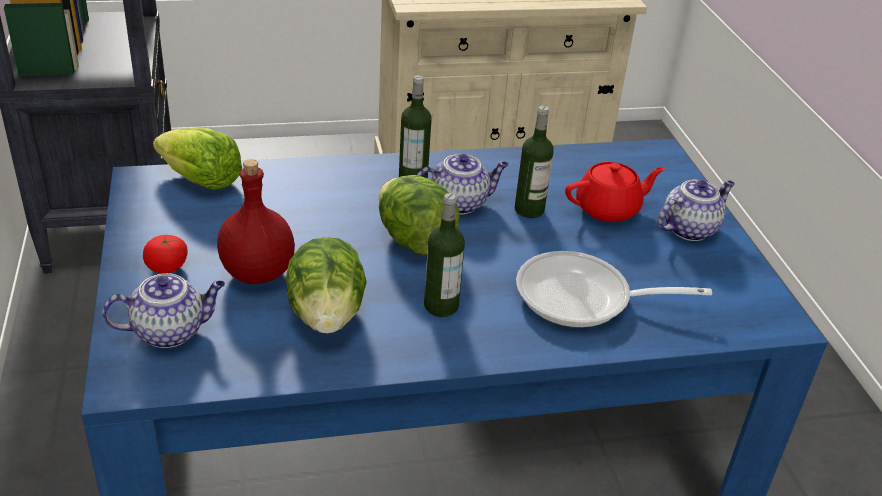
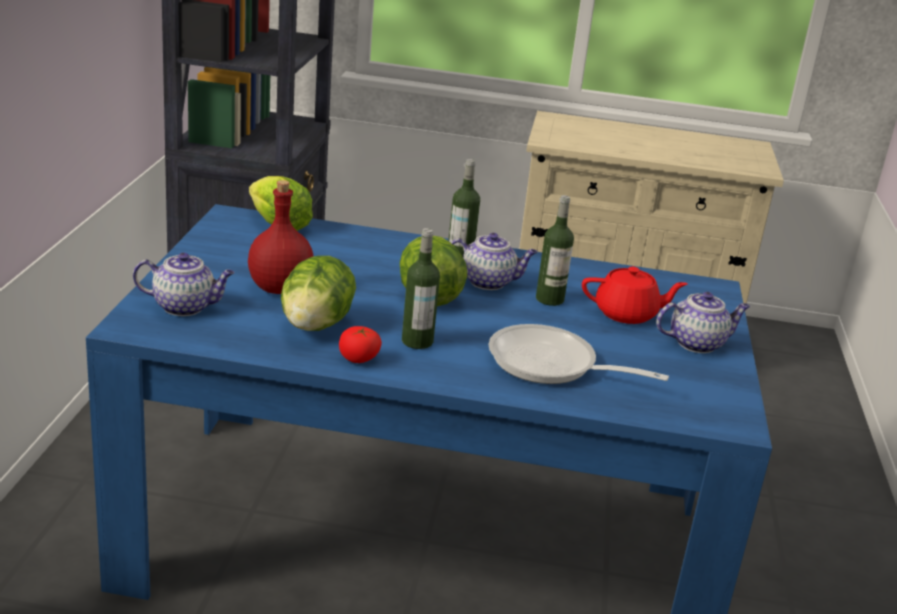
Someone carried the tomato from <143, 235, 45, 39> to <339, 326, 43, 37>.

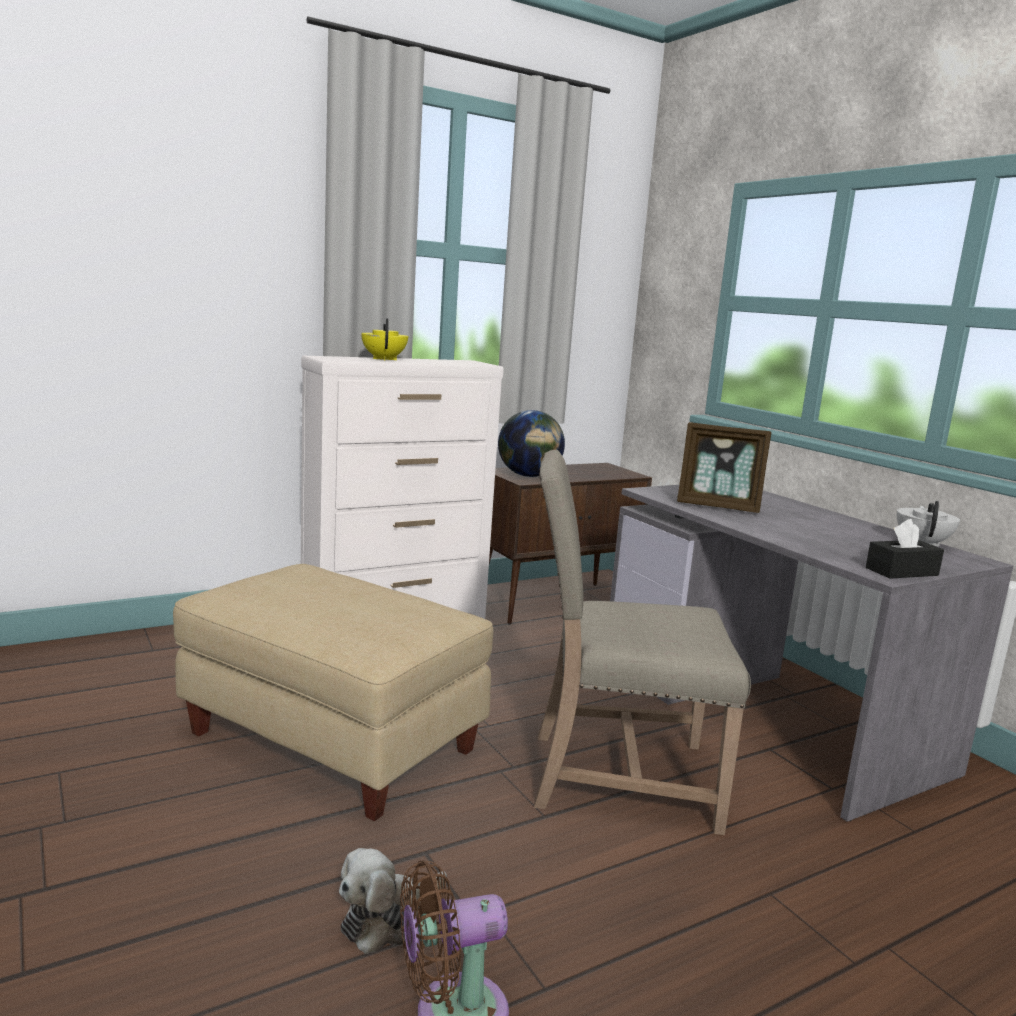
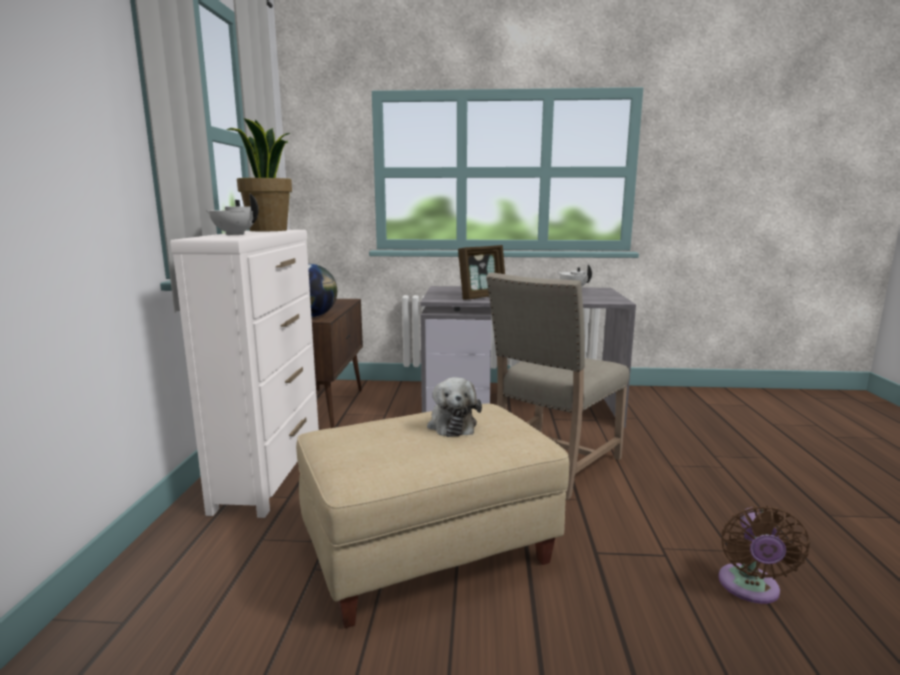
Someone carried the plush toy from <339, 848, 108, 106> to <427, 377, 55, 60>.
Someone repainted the yellow teapot at <361, 318, 47, 42>, which became the white teapot at <206, 194, 52, 41>.
Someone took away the black tissue box at <866, 519, 78, 60>.
Someone put down the potted plant at <226, 118, 66, 113>.

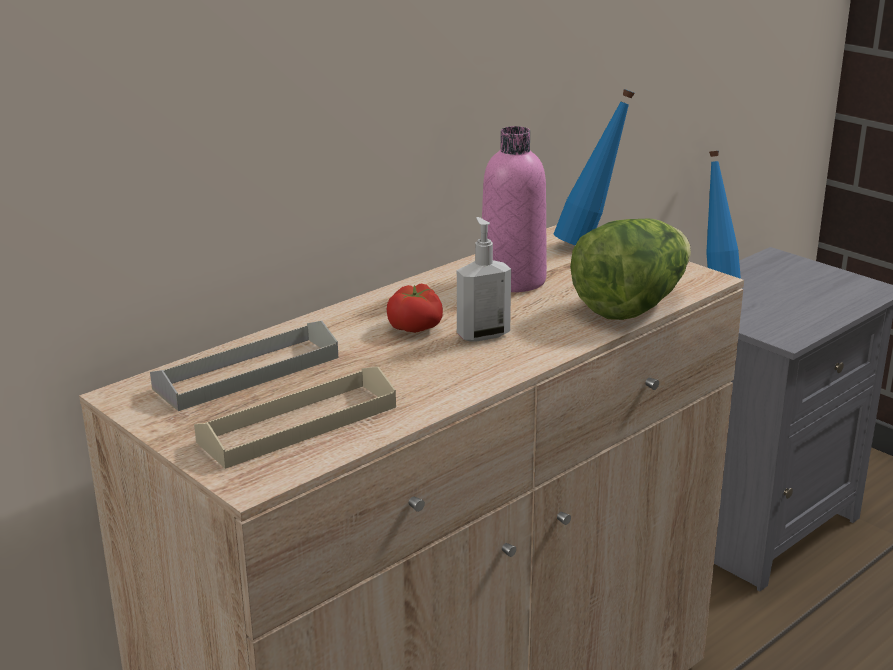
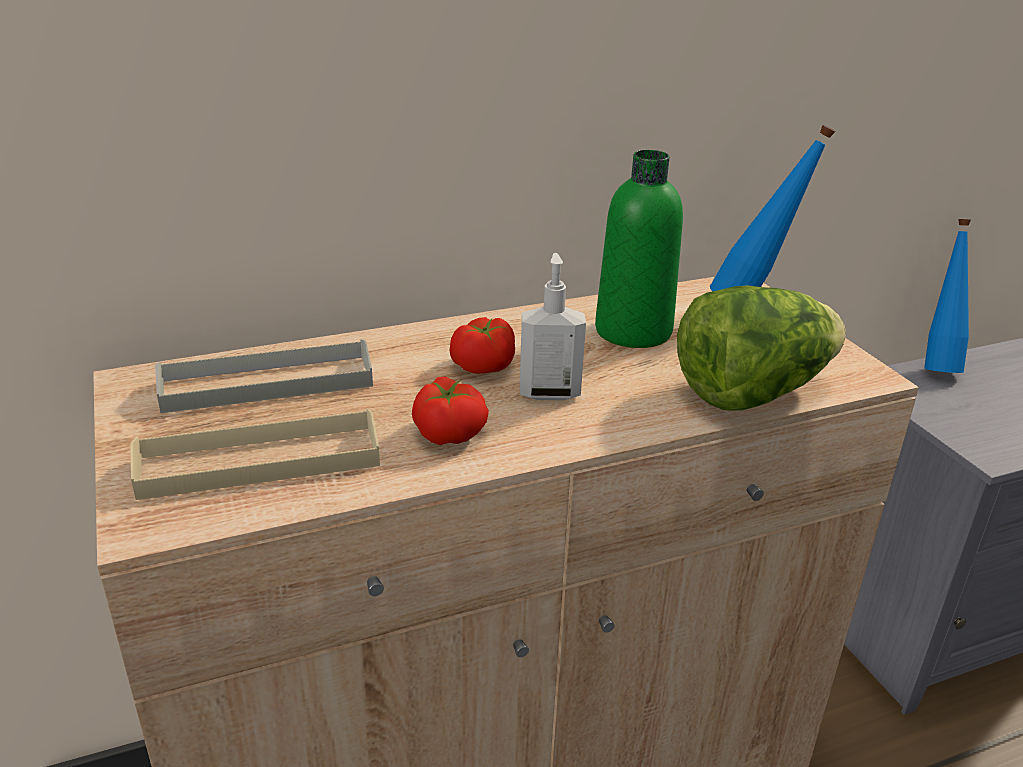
Someone repainted the pink bottle at <482, 126, 65, 166>, which became the green bottle at <595, 150, 88, 198>.
Someone put down the tomato at <412, 376, 77, 69>.

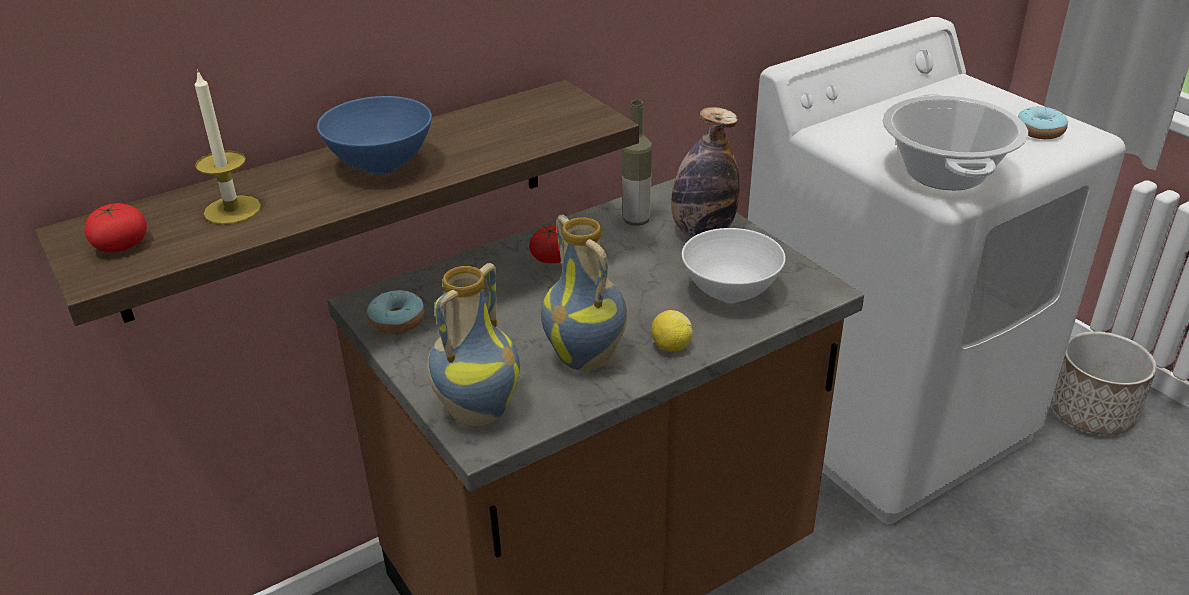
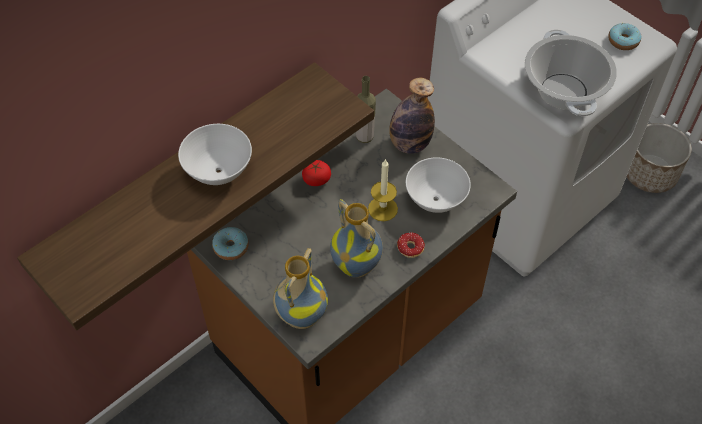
Someone took away the tomato at <84, 203, 63, 49>.
Someone carried the candle from <195, 69, 66, 156> to <368, 159, 30, 62>.
Someone repainted the blue bowl at <317, 96, 115, 79>, which became the white bowl at <178, 124, 74, 61>.
Someone swapped the lemon at <651, 310, 42, 42> for the donut at <397, 233, 28, 25>.

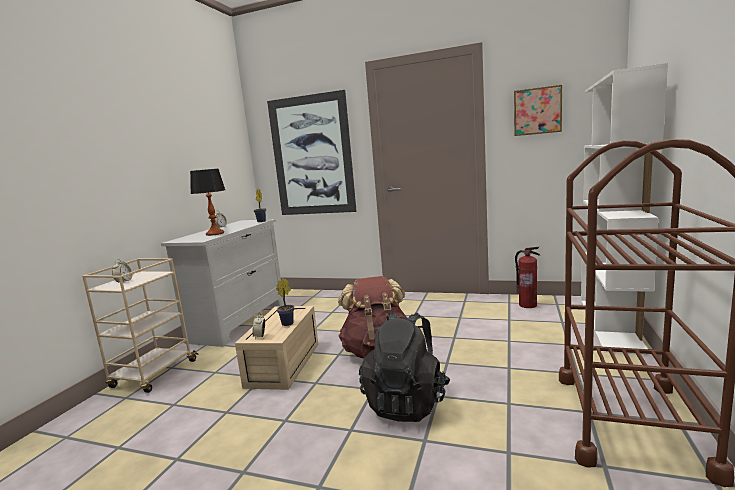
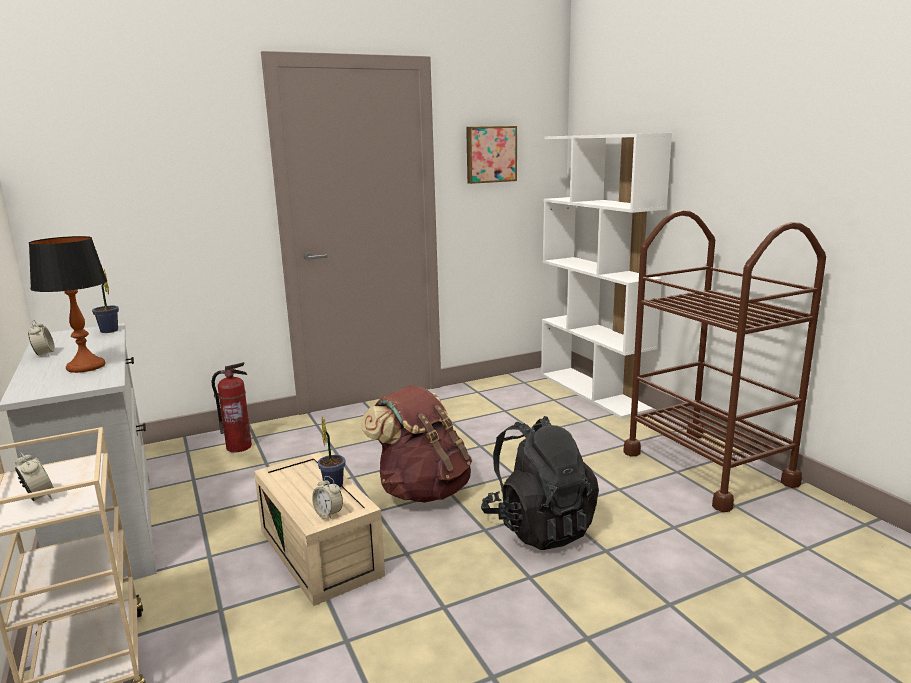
Someone took away the picture at <267, 90, 90, 125>.
Someone carried the fire extinguisher from <515, 247, 25, 61> to <212, 362, 40, 90>.

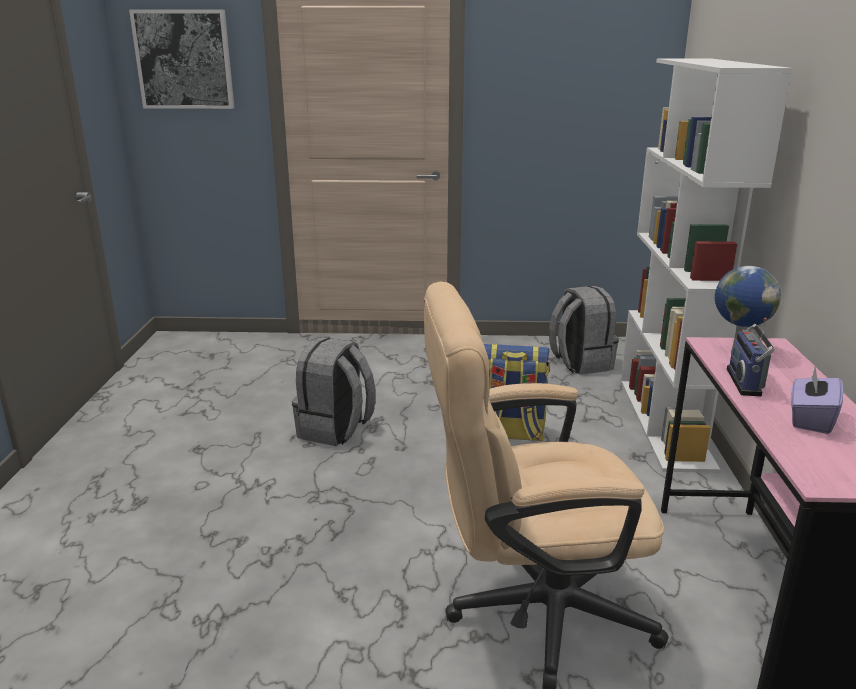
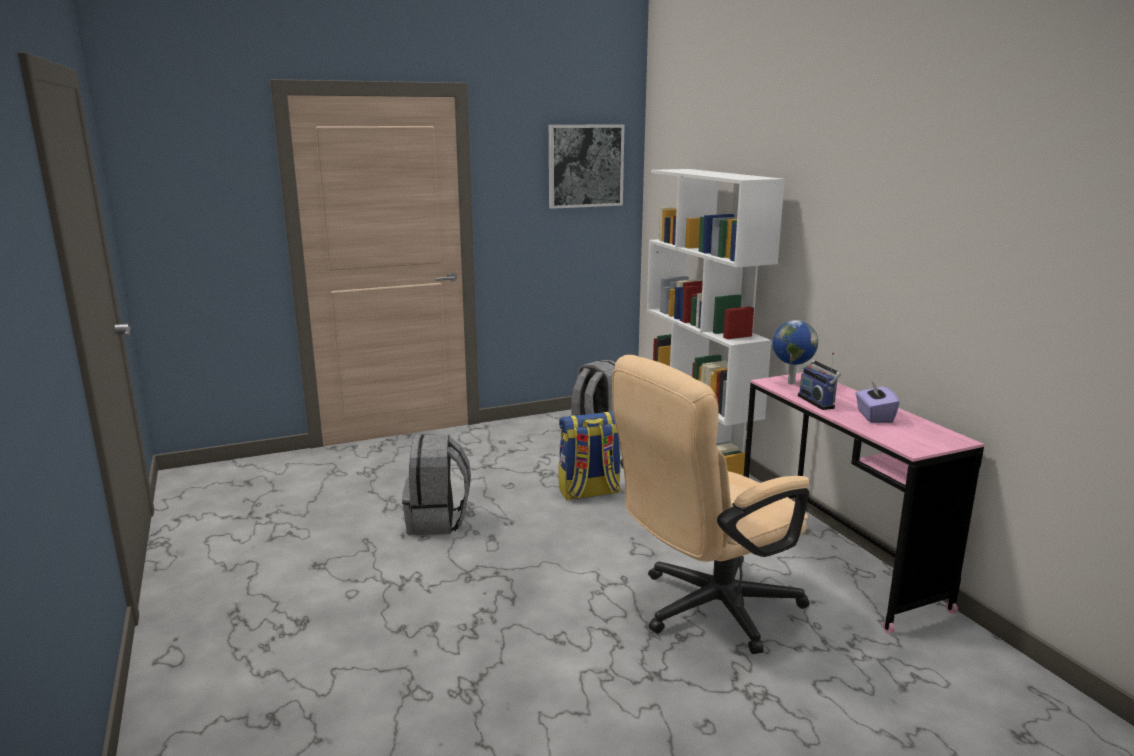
Someone carried the picture from <129, 10, 105, 99> to <549, 125, 76, 84>.

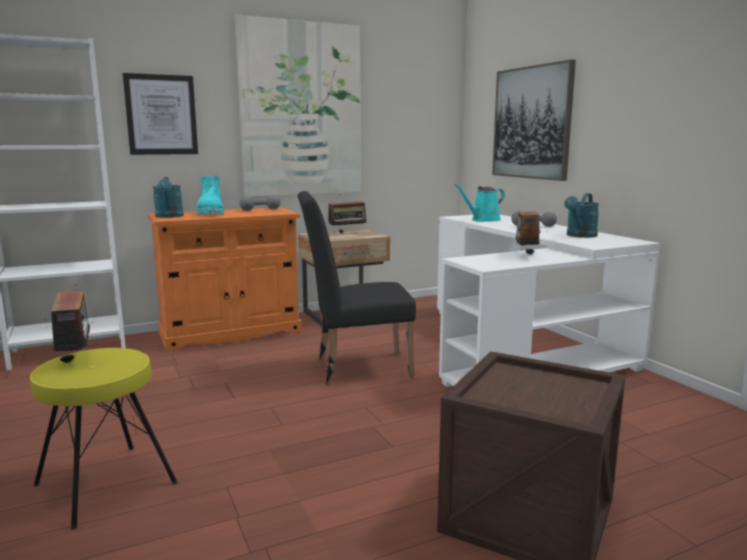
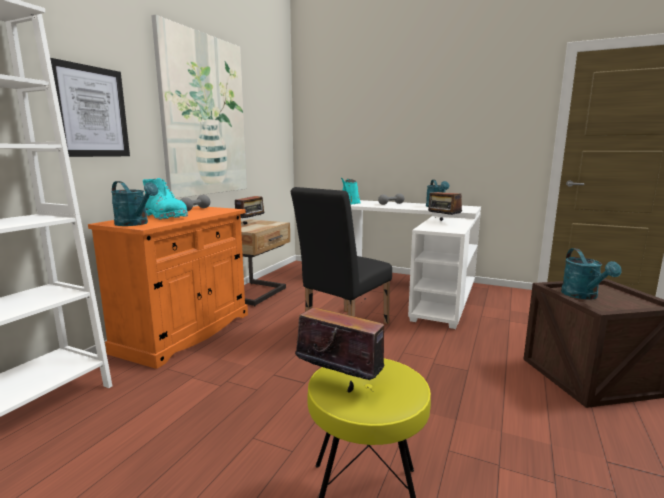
Someone took away the picture at <492, 59, 84, 122>.
Someone put down the turquoise watering can at <561, 248, 61, 52>.

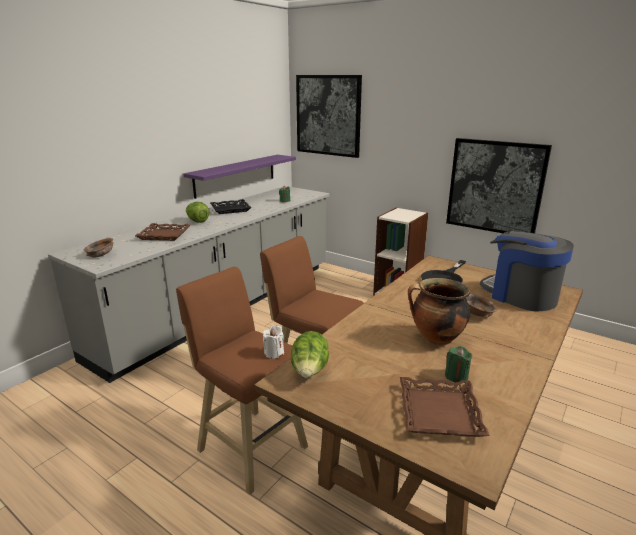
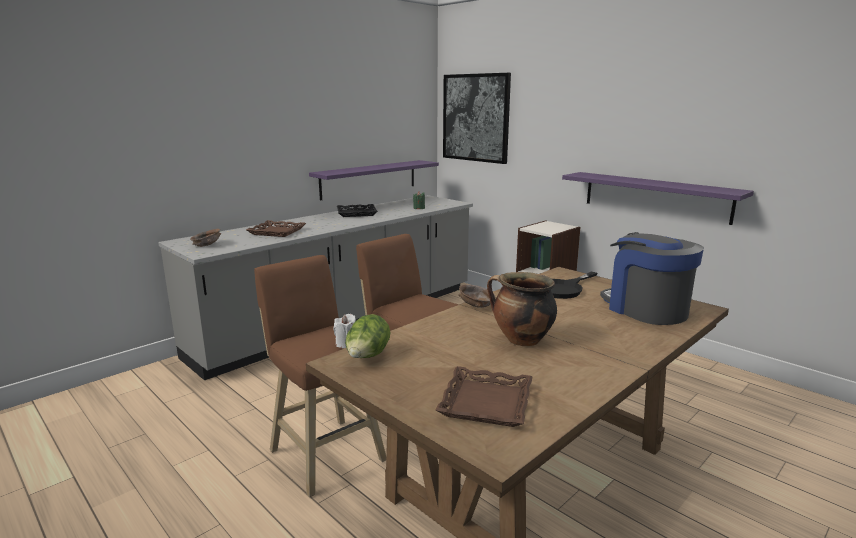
Someone took away the lettuce at <186, 202, 23, 21>.
Someone took away the green candle at <445, 346, 28, 36>.
Someone swapped the picture at <446, 138, 106, 95> for the purple shelf at <562, 172, 192, 53>.
Someone carried the brown bowl from <466, 294, 31, 24> to <458, 285, 38, 23>.

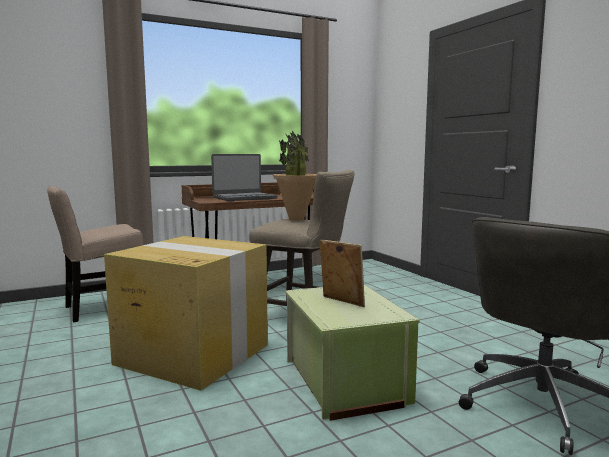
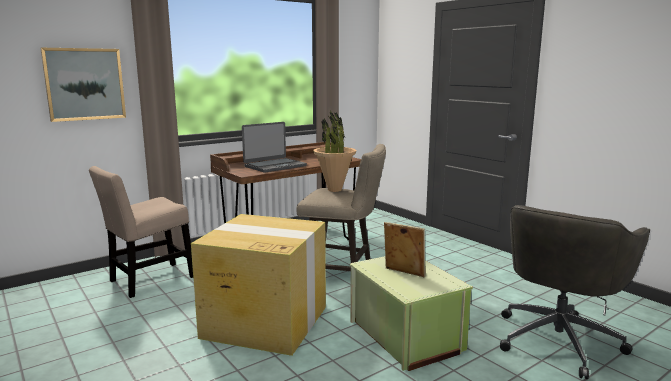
Someone put up the picture at <40, 48, 86, 74>.

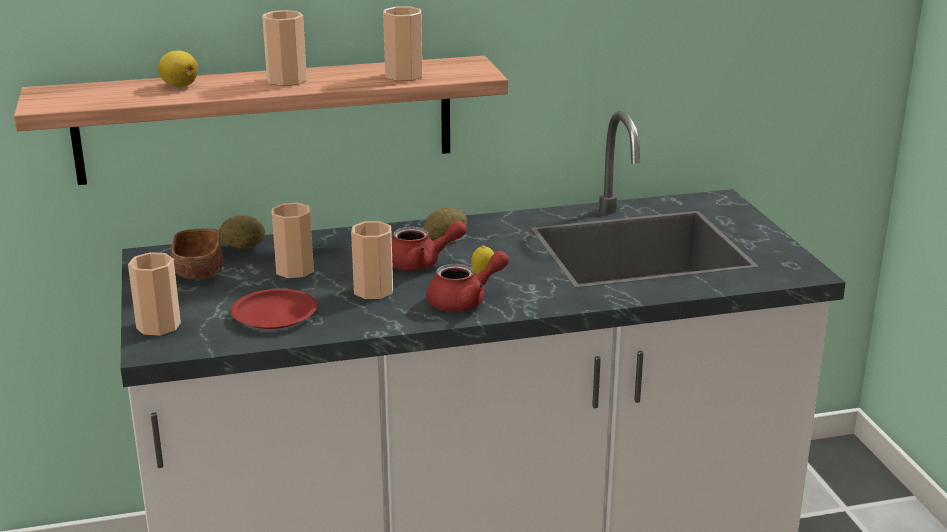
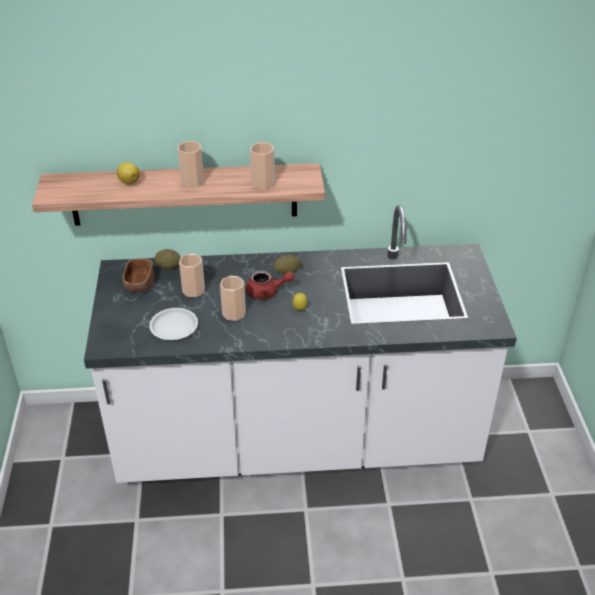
Someone took away the cup at <128, 252, 53, 84>.
Someone repainted the red plate at <231, 289, 86, 40>, which became the white plate at <149, 308, 49, 32>.
Someone took away the red teapot at <426, 251, 83, 61>.

